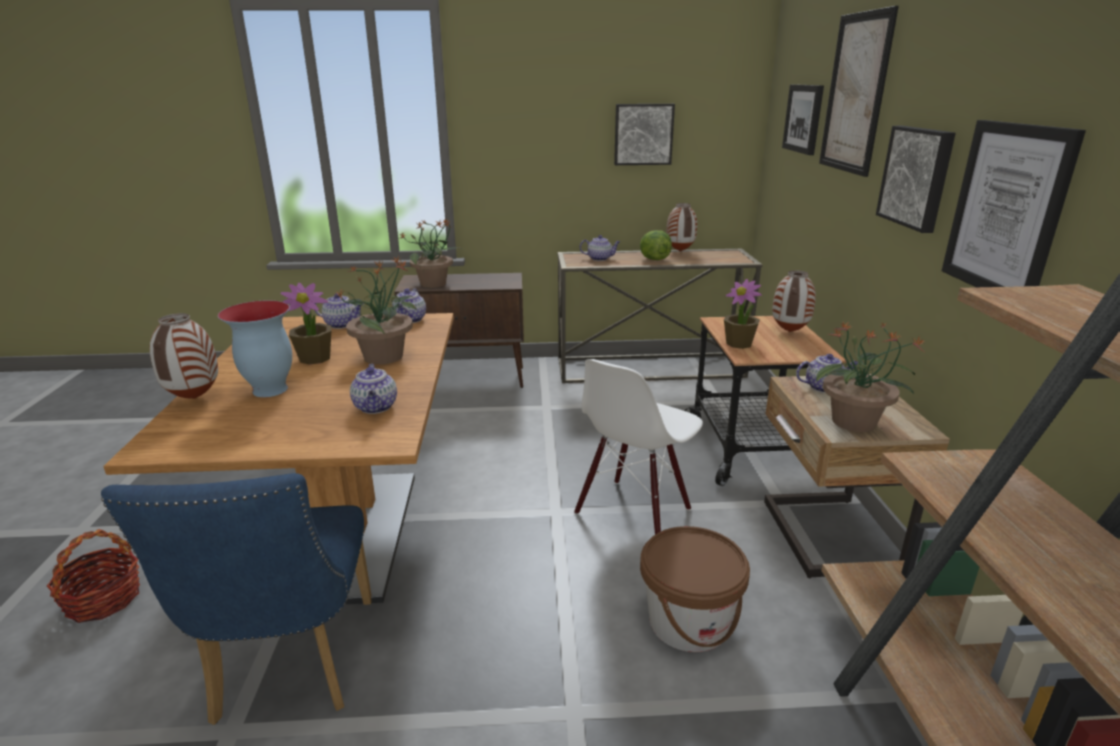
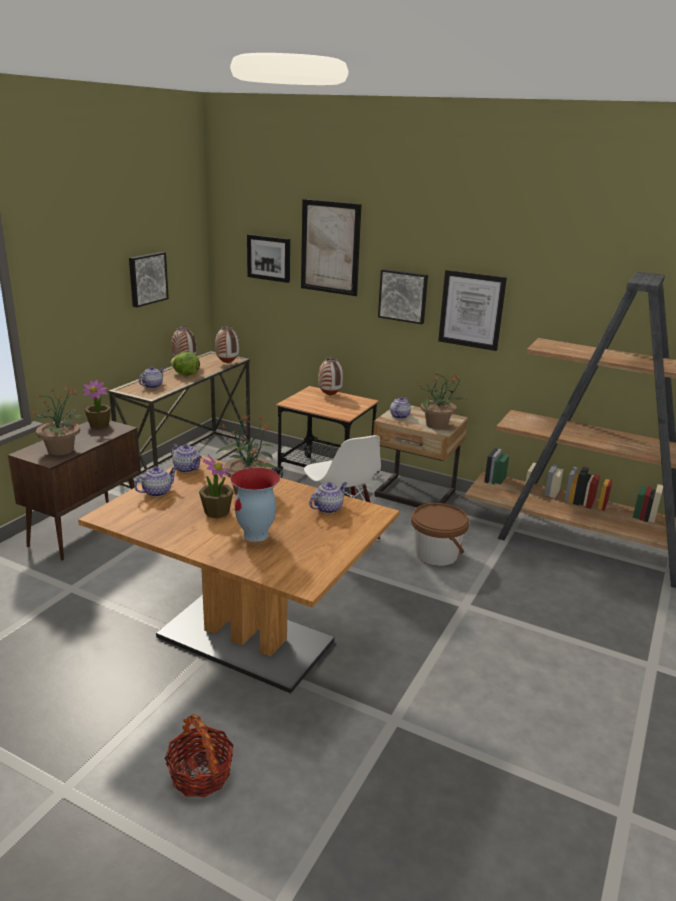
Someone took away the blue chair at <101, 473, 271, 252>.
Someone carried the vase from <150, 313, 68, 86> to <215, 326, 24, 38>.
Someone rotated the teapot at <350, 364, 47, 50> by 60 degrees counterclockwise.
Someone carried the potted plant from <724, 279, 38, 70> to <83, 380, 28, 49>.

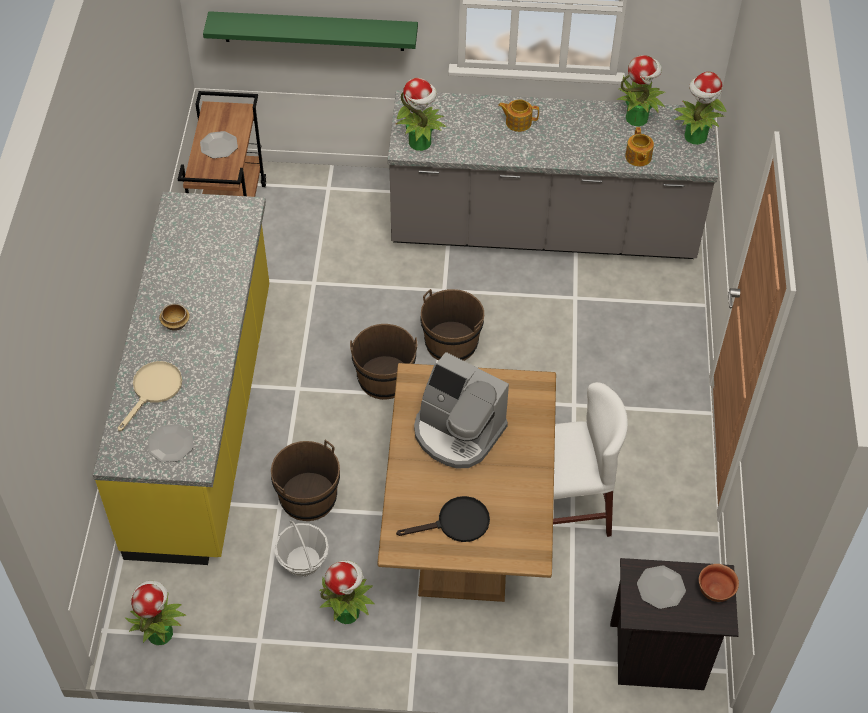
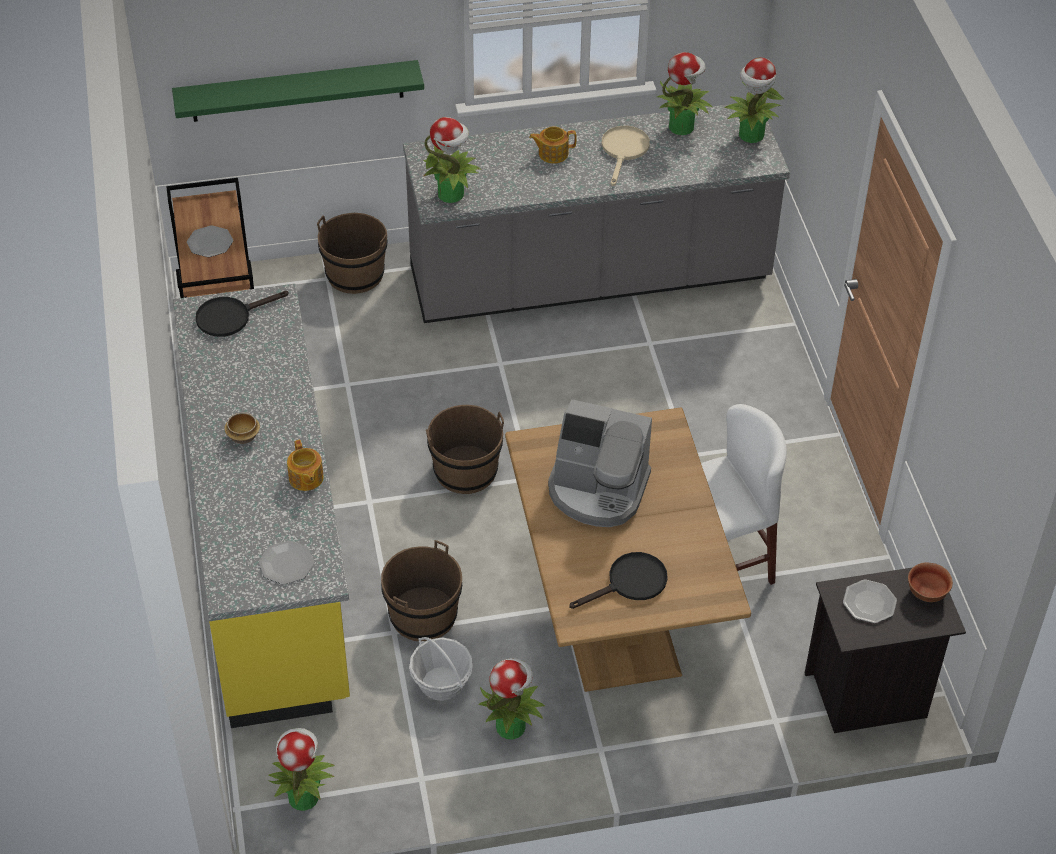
Someone carried the beige frying pan from <118, 361, 64, 70> to <602, 126, 48, 60>.
Someone carried the brown bucket from <420, 289, 64, 72> to <317, 213, 70, 81>.
Someone carried the teapot from <625, 127, 29, 39> to <287, 440, 37, 51>.
Someone put down the black frying pan at <195, 291, 94, 46>.

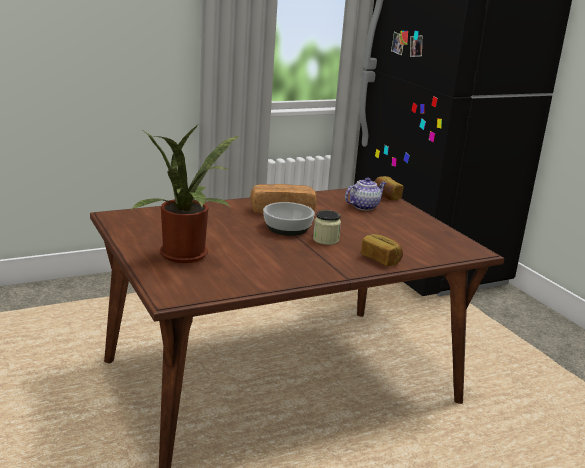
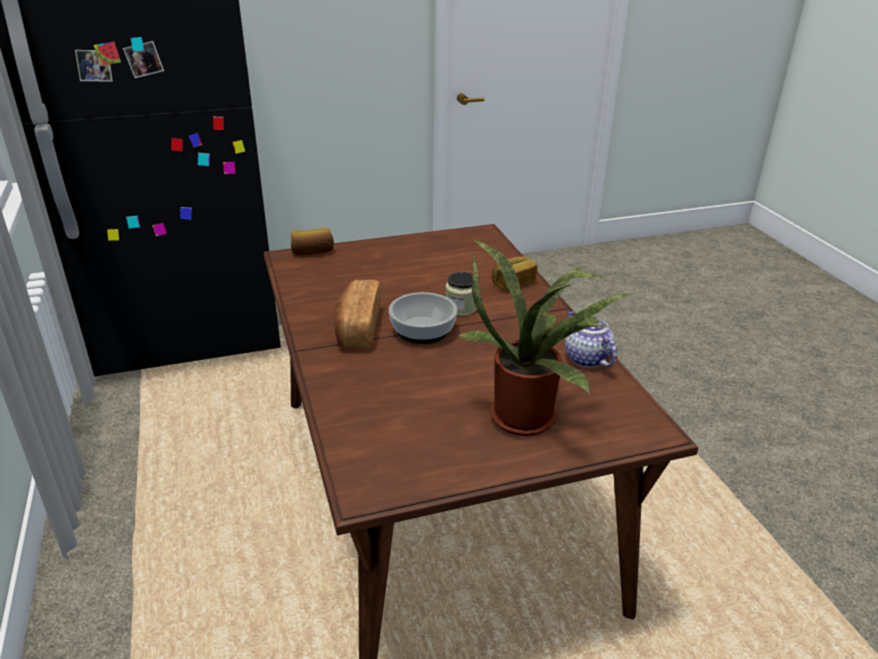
Someone carried the teapot from <345, 177, 41, 34> to <565, 310, 52, 57>.

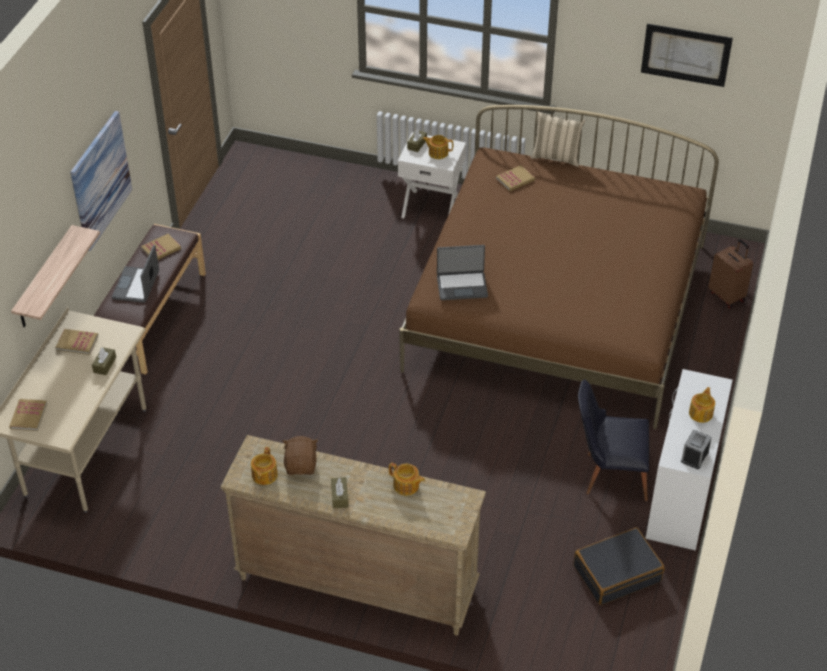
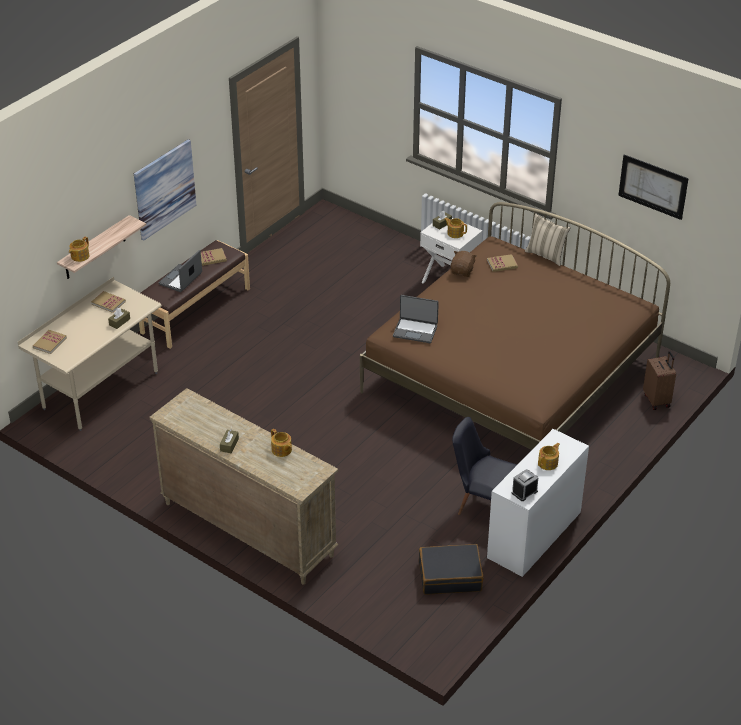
Someone carried the teapot from <251, 447, 27, 38> to <69, 237, 20, 25>.
Someone carried the brown plush toy from <283, 436, 35, 39> to <451, 251, 26, 26>.

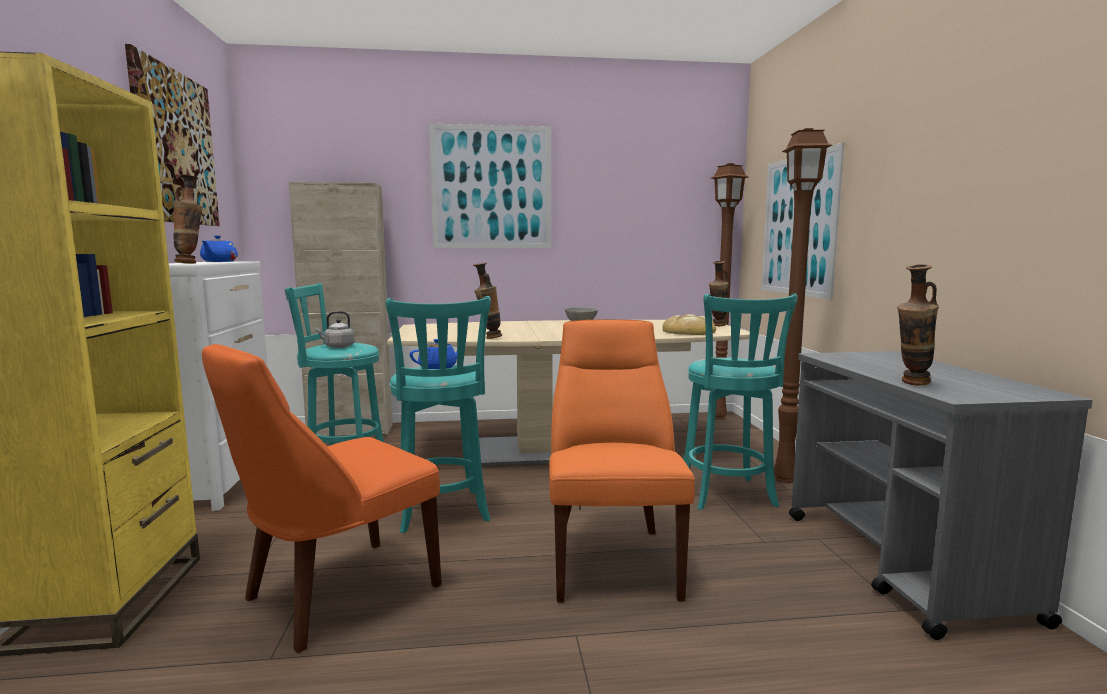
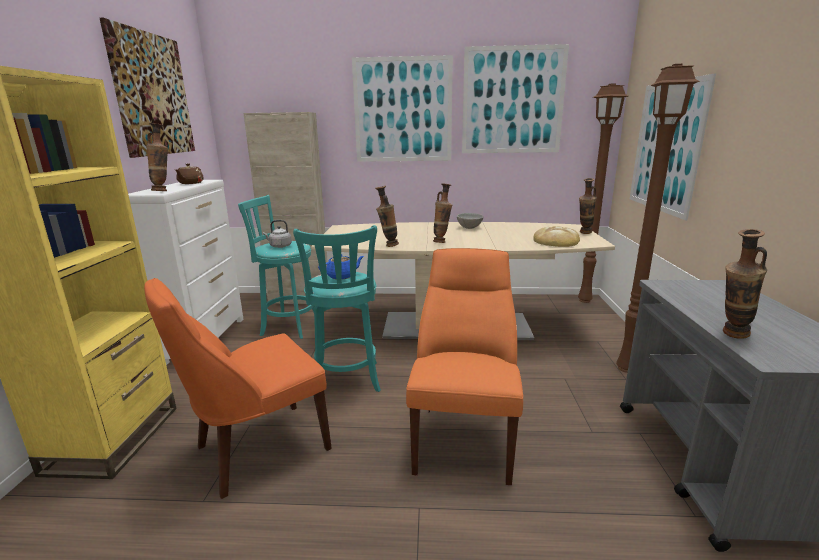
Someone repainted the blue teapot at <200, 235, 38, 27>, which became the brown teapot at <175, 163, 29, 21>.
Someone took away the turquoise stool at <683, 293, 115, 217>.
Someone put down the vase at <433, 184, 19, 59>.
Someone put up the picture at <462, 44, 107, 109>.

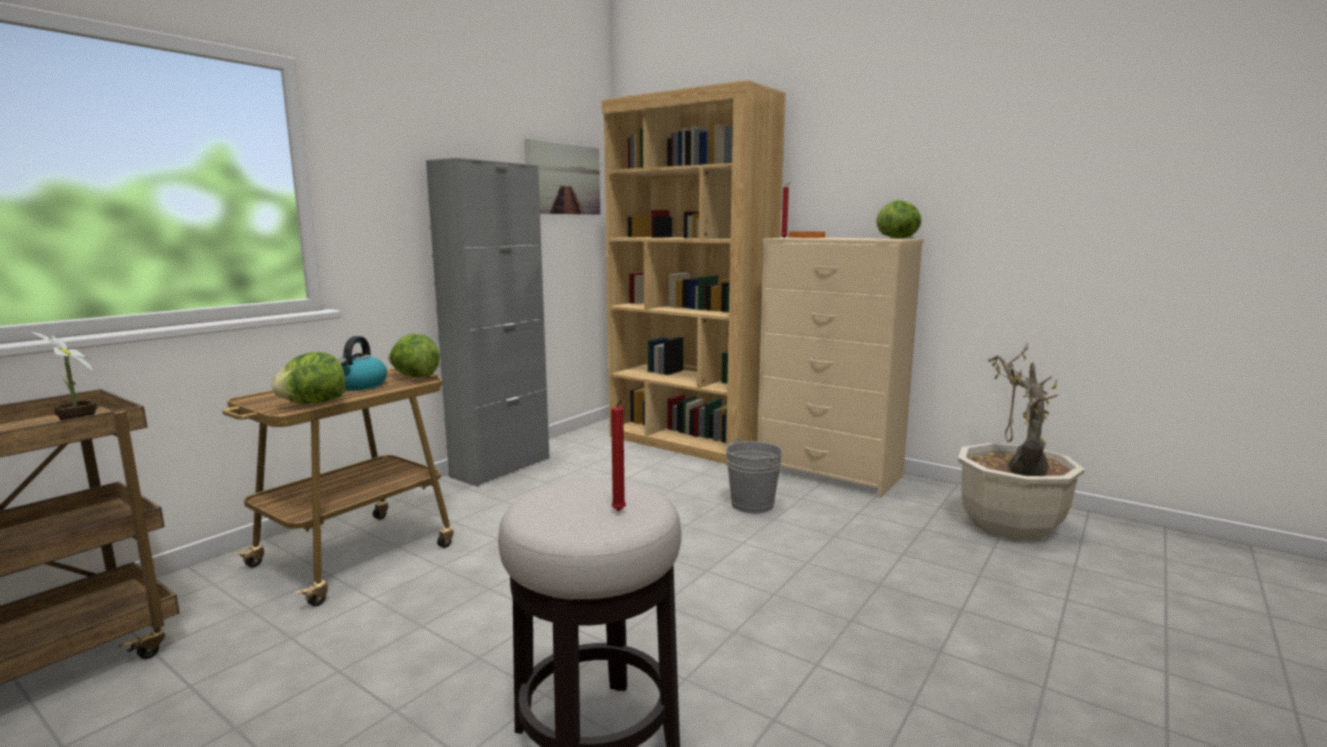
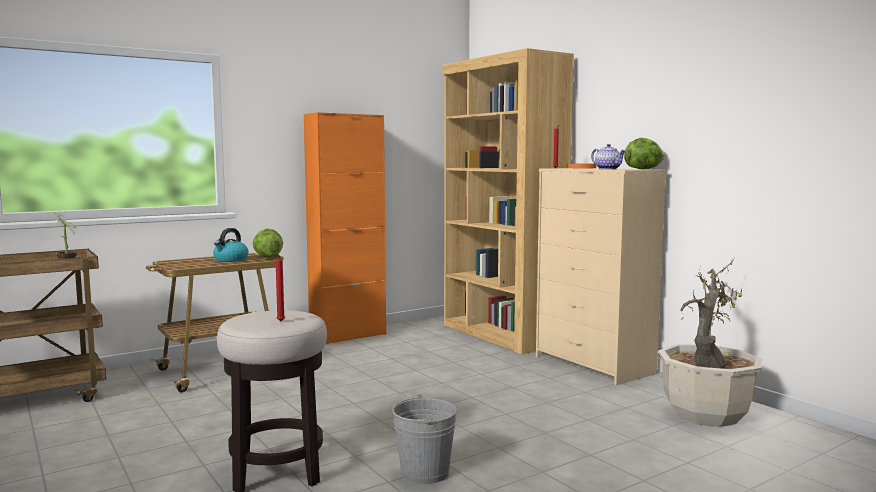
Someone took away the lettuce at <272, 352, 74, 52>.
Someone repainted the grey cabinet at <426, 158, 123, 329>, which became the orange cabinet at <304, 112, 82, 232>.
Someone took away the picture at <524, 138, 76, 77>.
Someone carried the grey bucket from <726, 438, 57, 76> to <392, 394, 65, 90>.
Someone put down the teapot at <591, 144, 35, 25>.

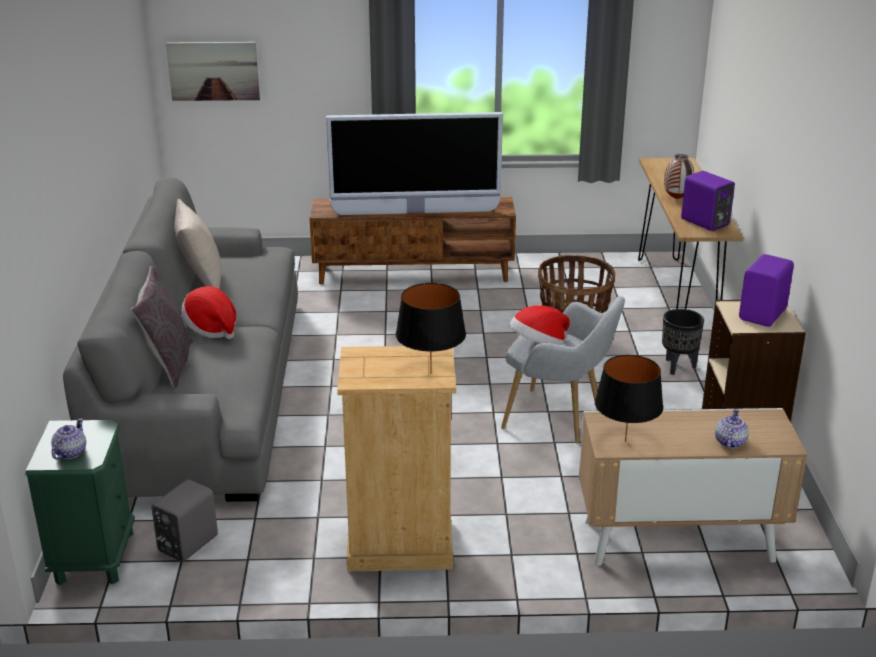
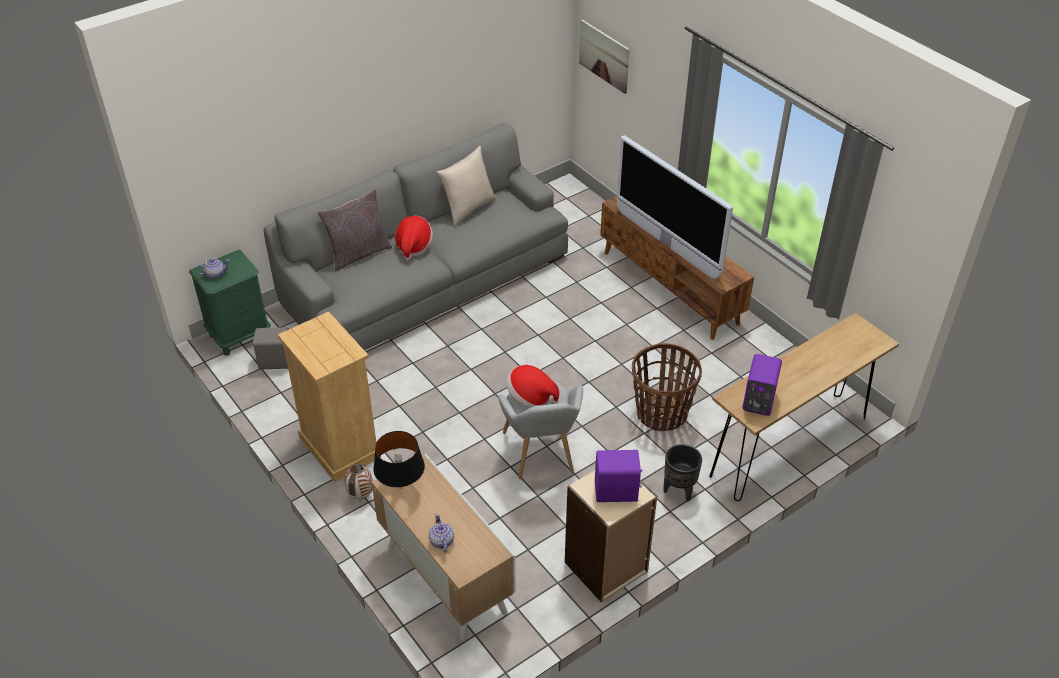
Someone took away the black table lamp at <396, 283, 70, 91>.
Someone carried the vase from <664, 154, 30, 45> to <344, 463, 29, 36>.
Someone rotated the teapot at <715, 409, 34, 40> by 90 degrees counterclockwise.

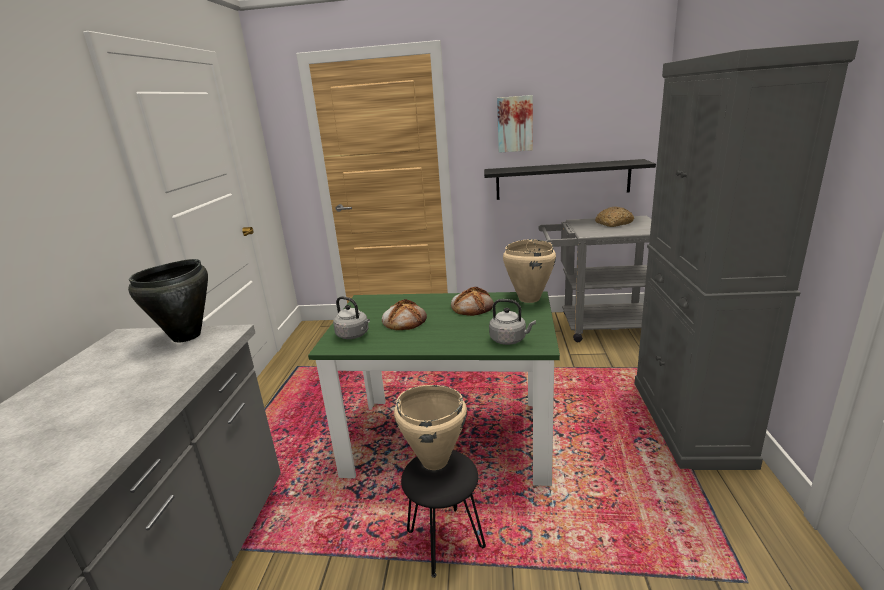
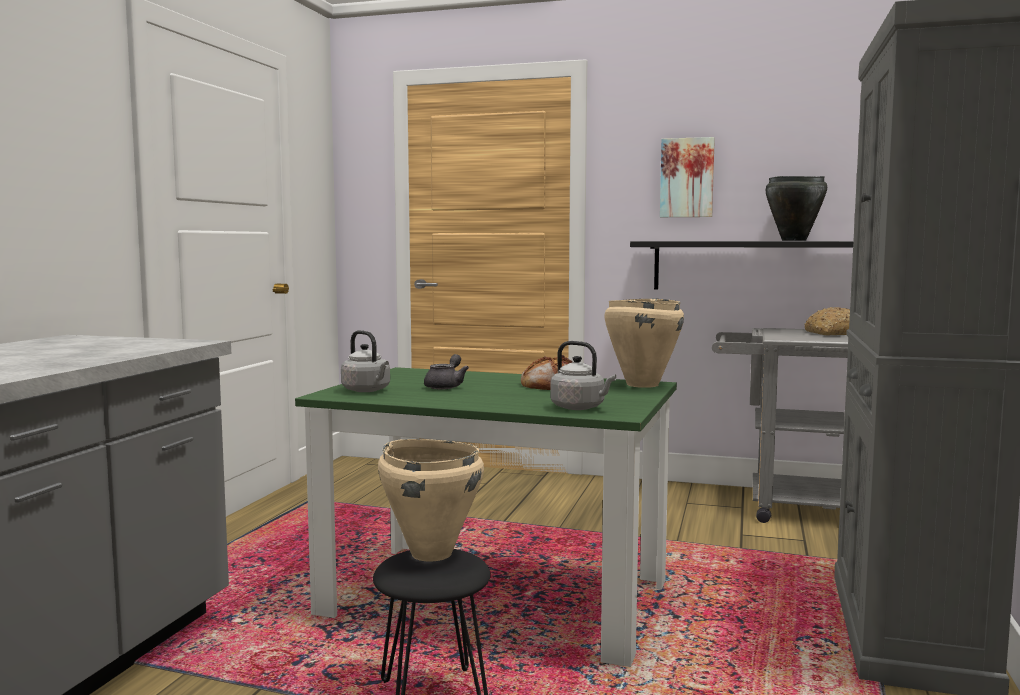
Someone carried the black cooking pot from <128, 259, 80, 83> to <766, 176, 61, 65>.
Someone swapped the bread at <382, 299, 45, 31> for the grey teapot at <424, 354, 45, 36>.

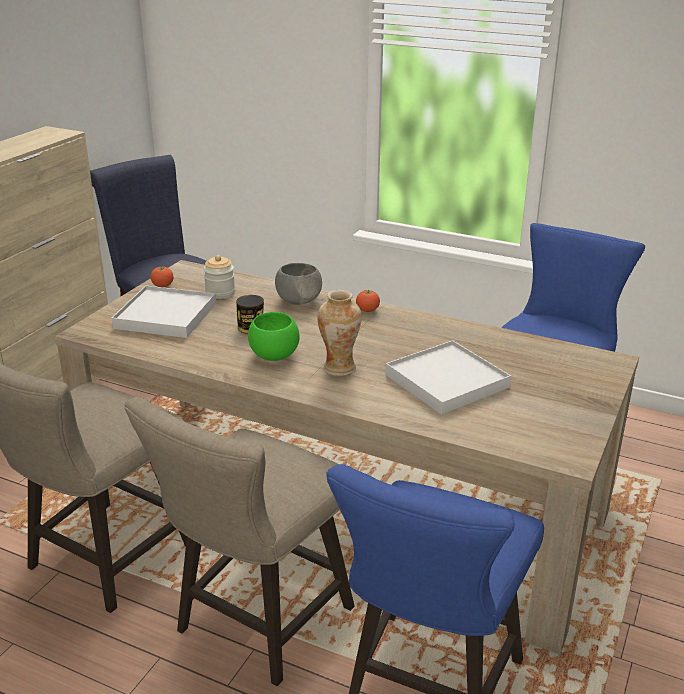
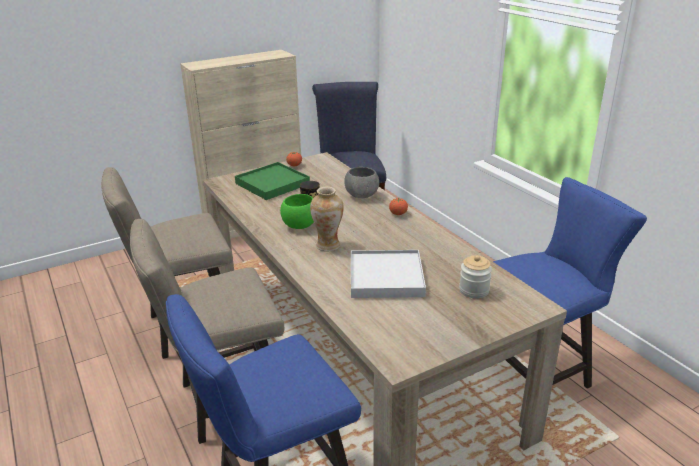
Someone repainted the white tray at <112, 286, 104, 52>, which became the green tray at <235, 162, 75, 38>.
Someone carried the jar from <204, 255, 31, 44> to <459, 255, 33, 43>.

